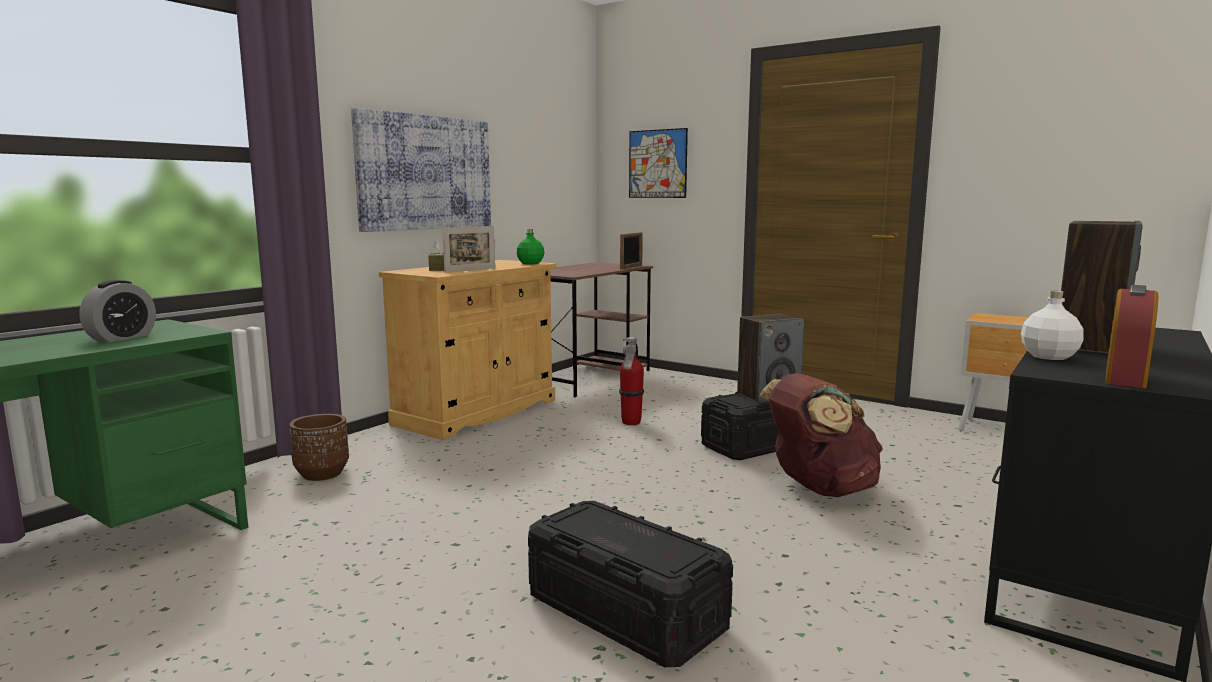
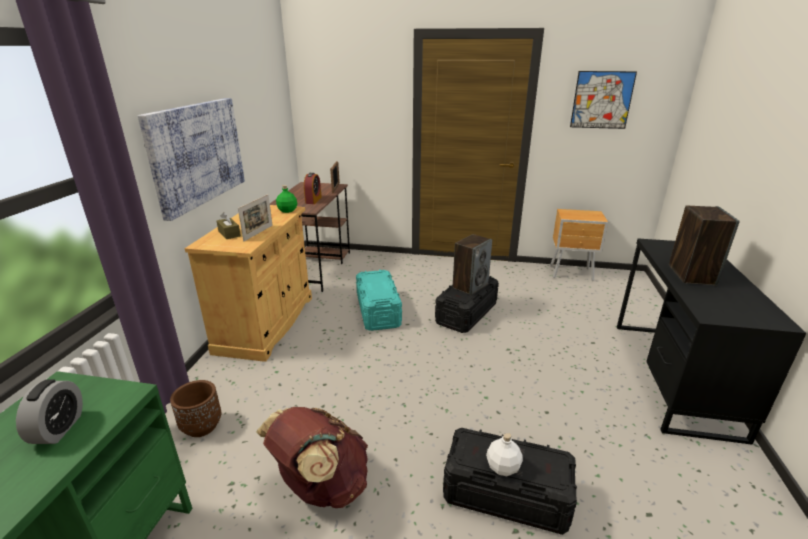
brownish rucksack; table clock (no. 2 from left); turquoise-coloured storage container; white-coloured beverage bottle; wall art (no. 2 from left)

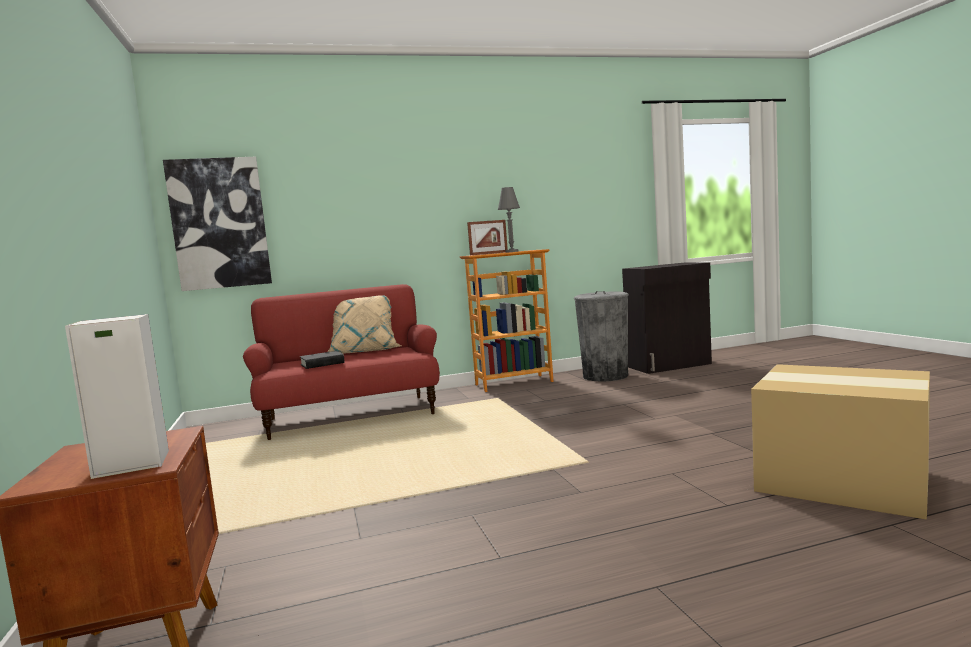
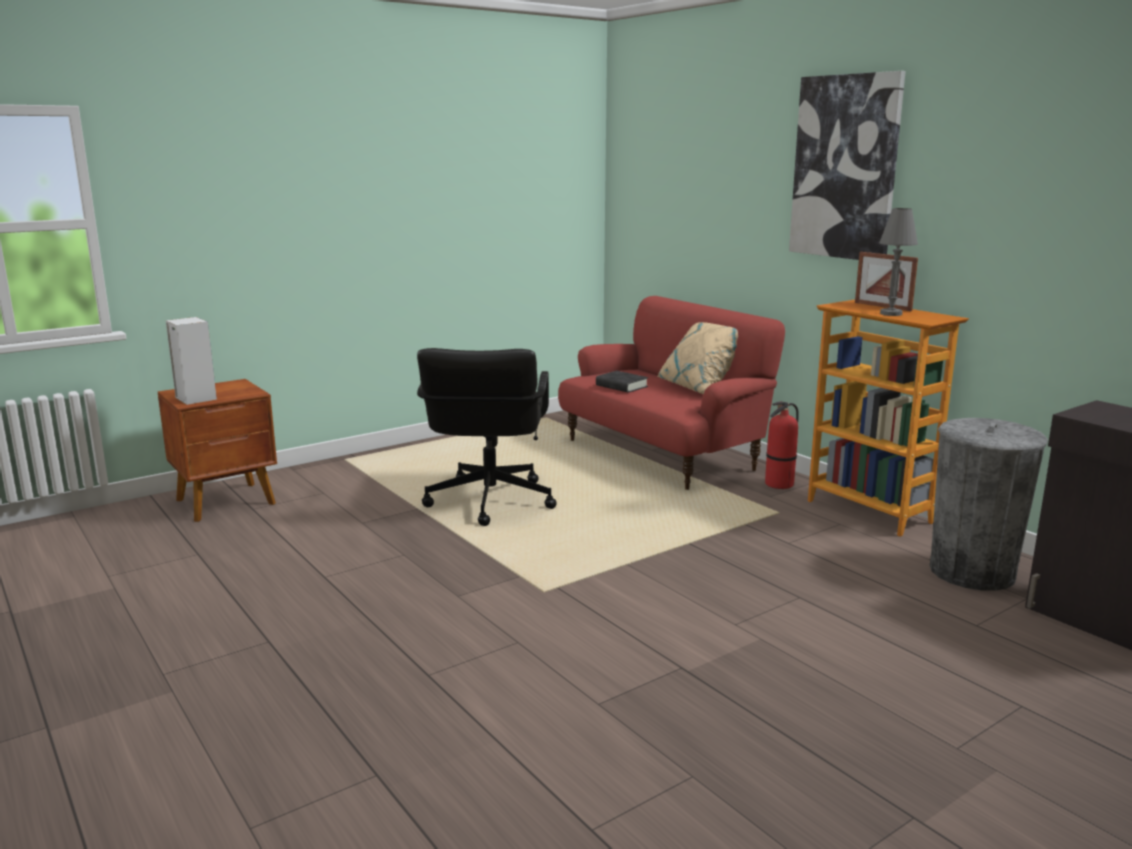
black computer chair; extinguisher; wall art; cardboard box

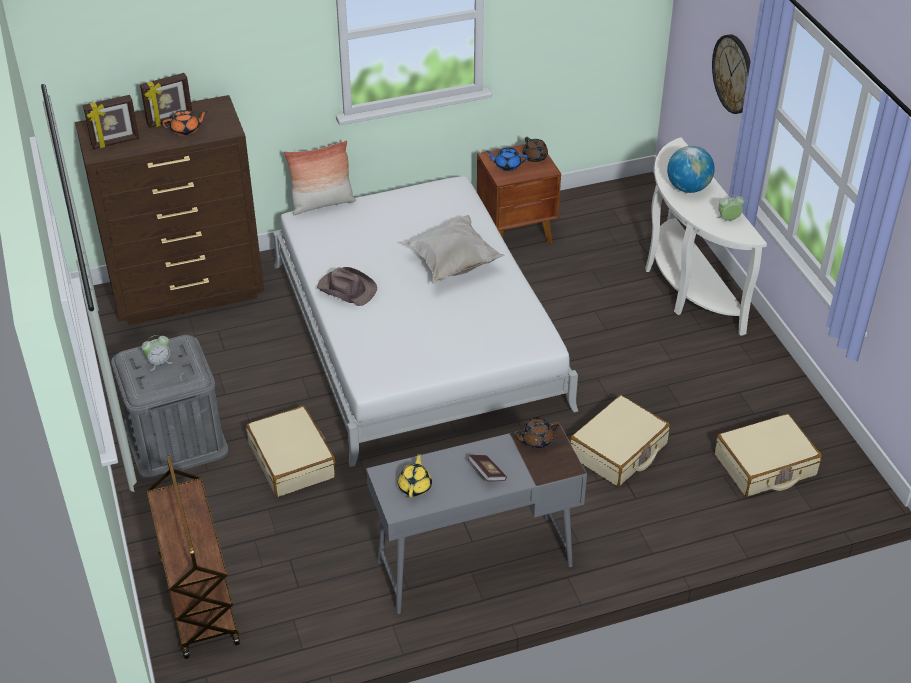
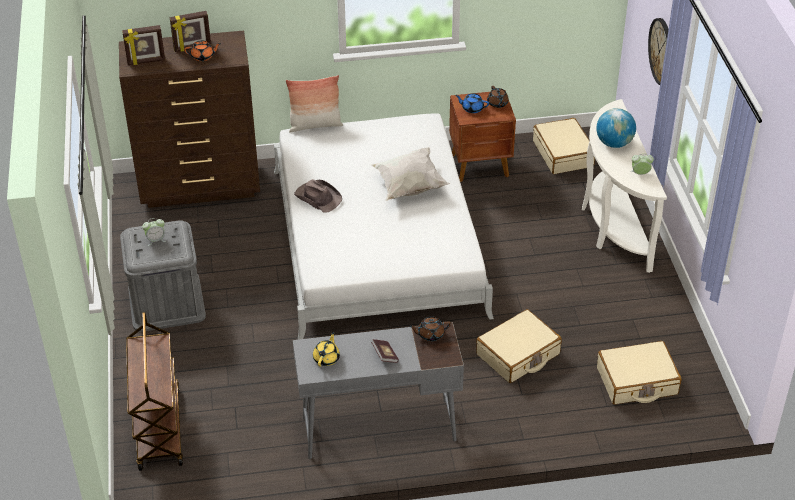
beige-coloured piece of luggage (no. 2 from left)

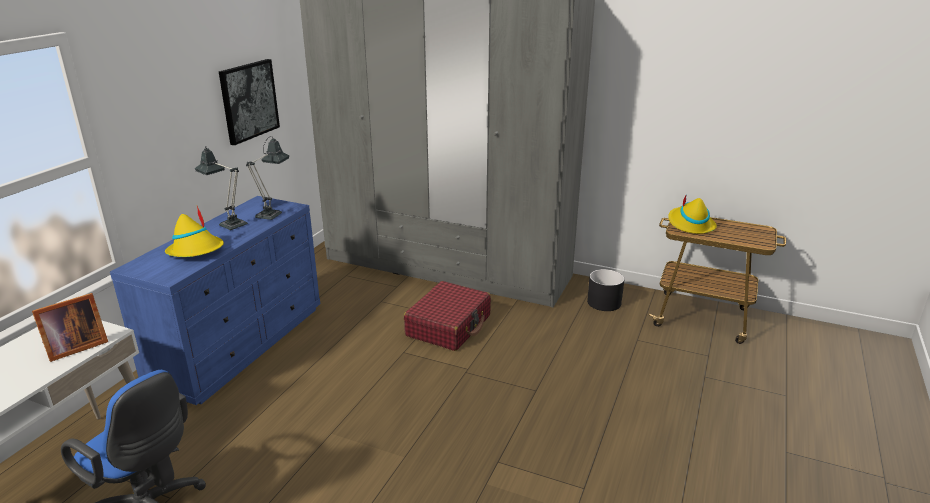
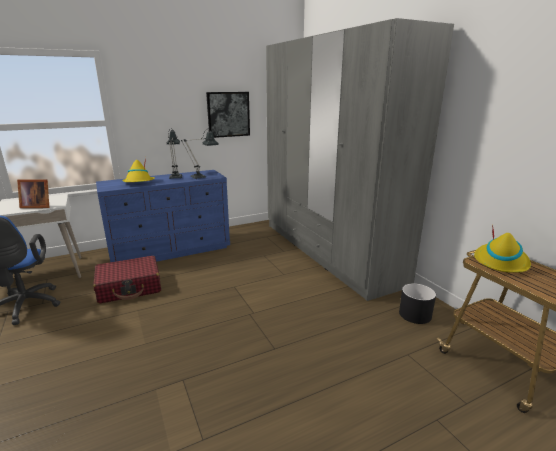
red piece of luggage

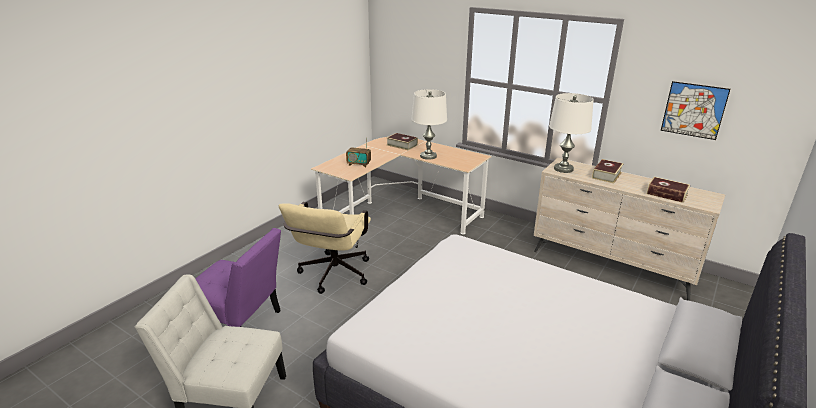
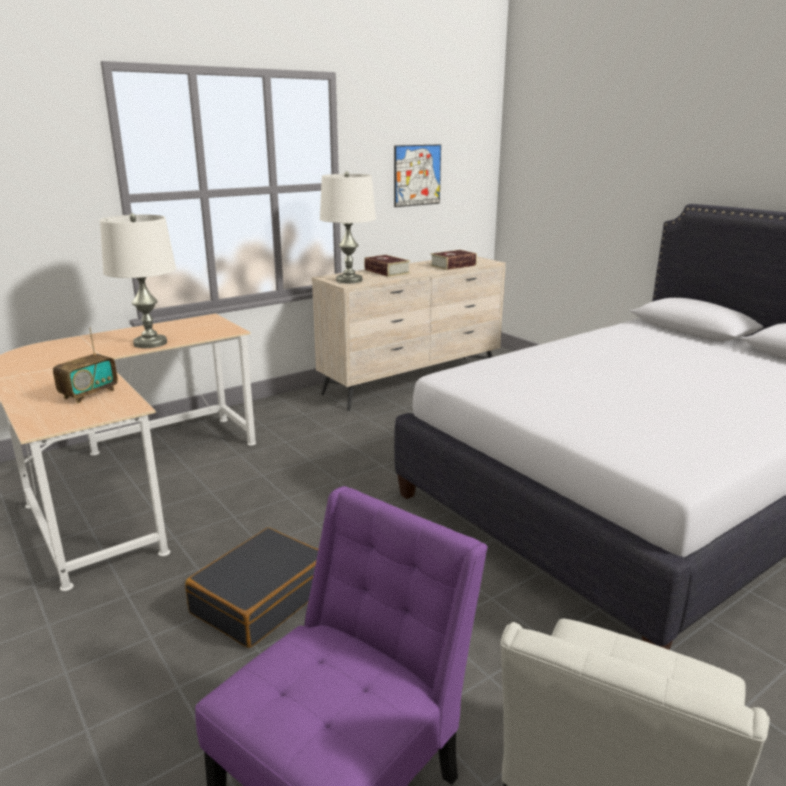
black piece of luggage; book (no. 1 from left in the first image)

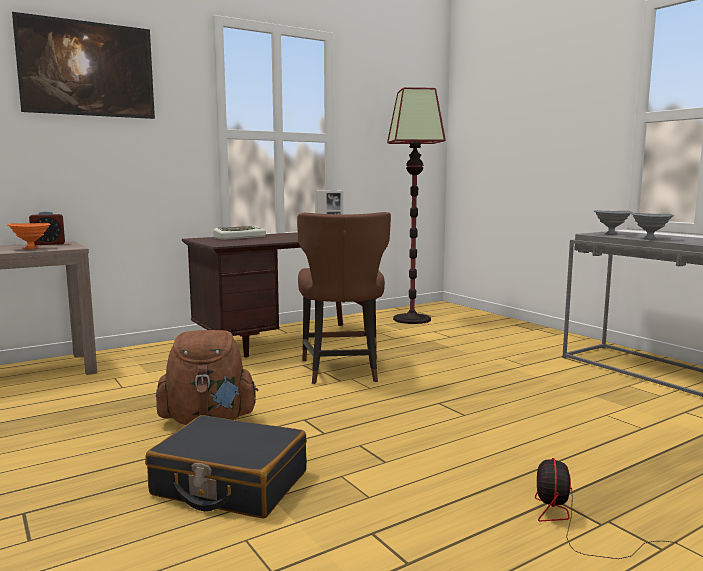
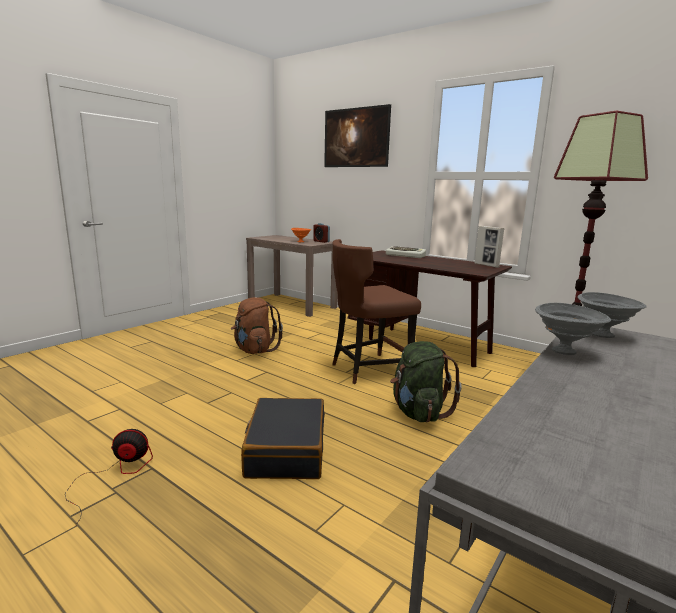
black piece of luggage; green rucksack

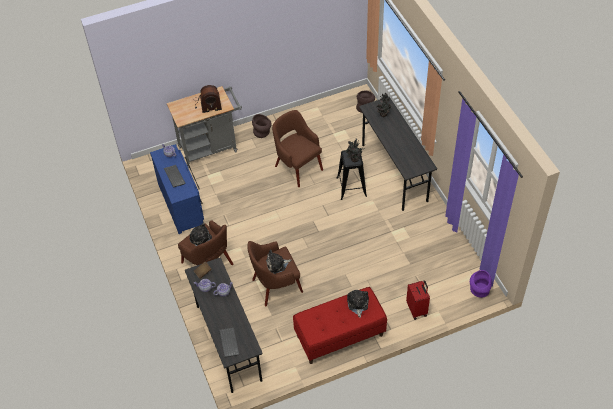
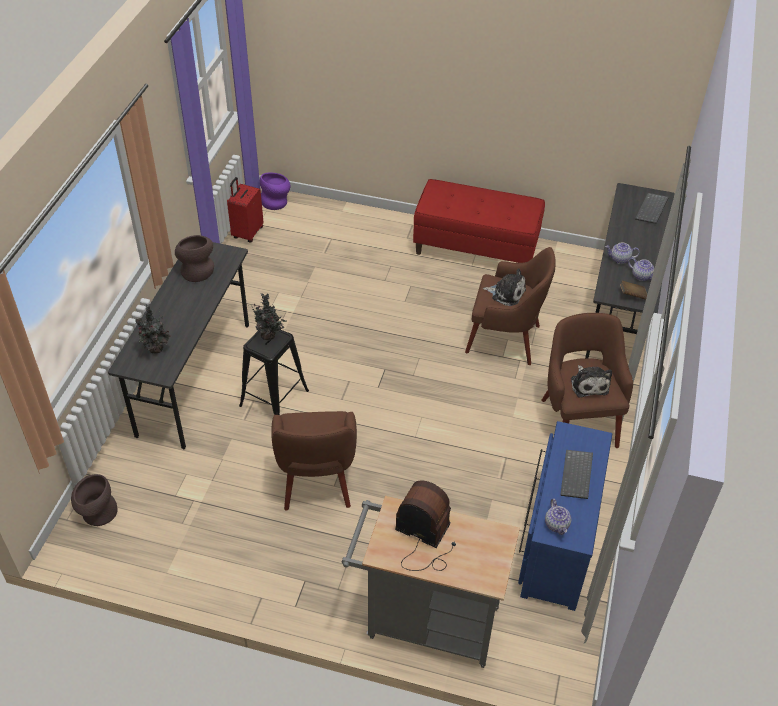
brownish vase (no. 2 from left); red piece of luggage; soft toy (no. 3 from left in the first image)

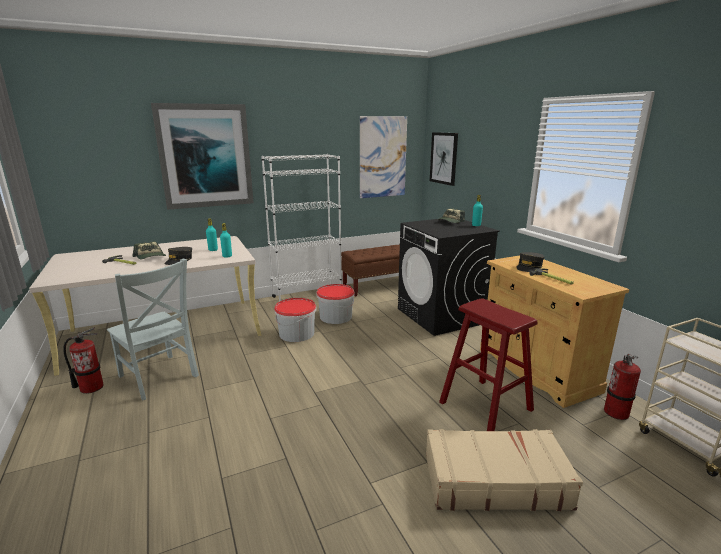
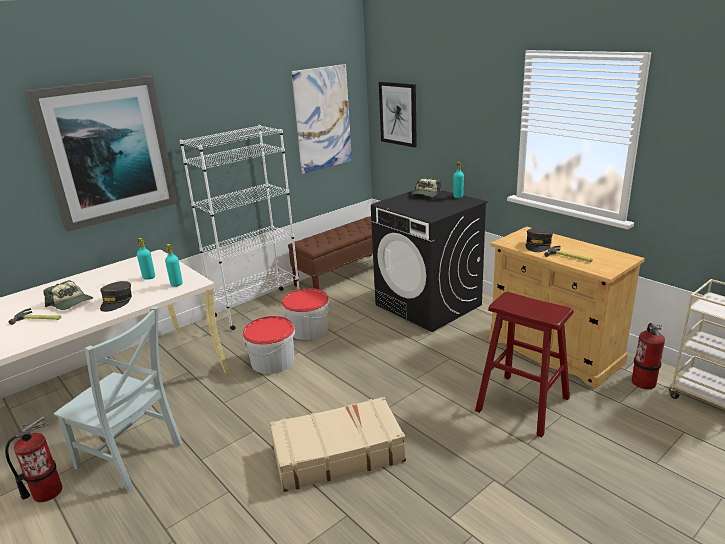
beige-coloured piece of luggage

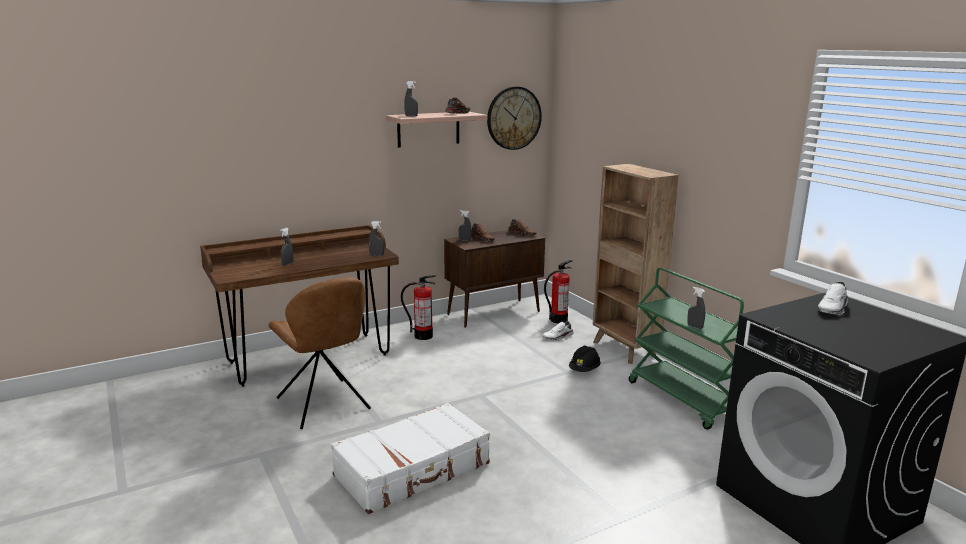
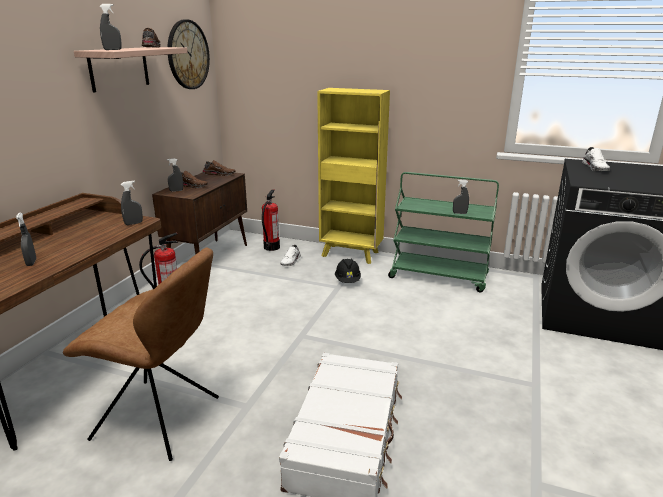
yellow bookshelf

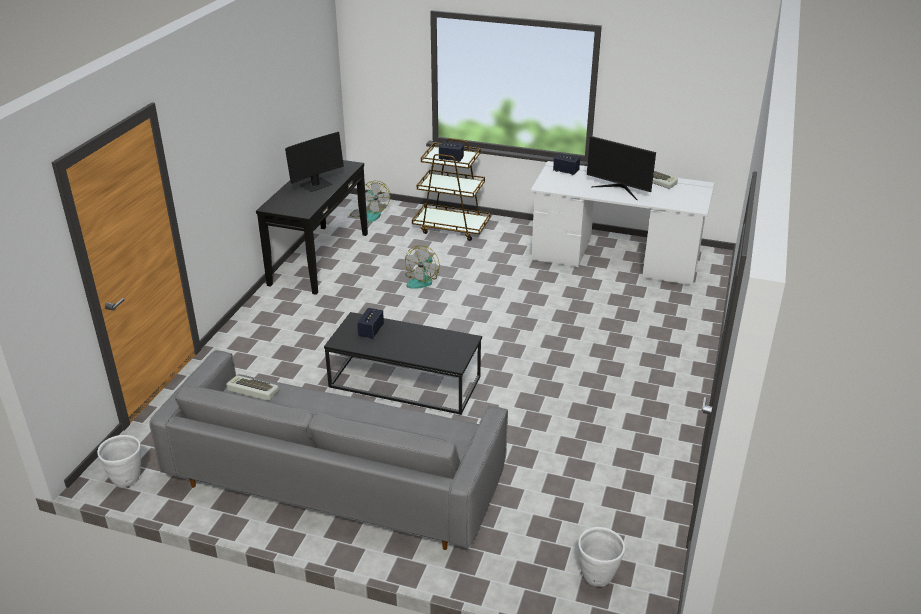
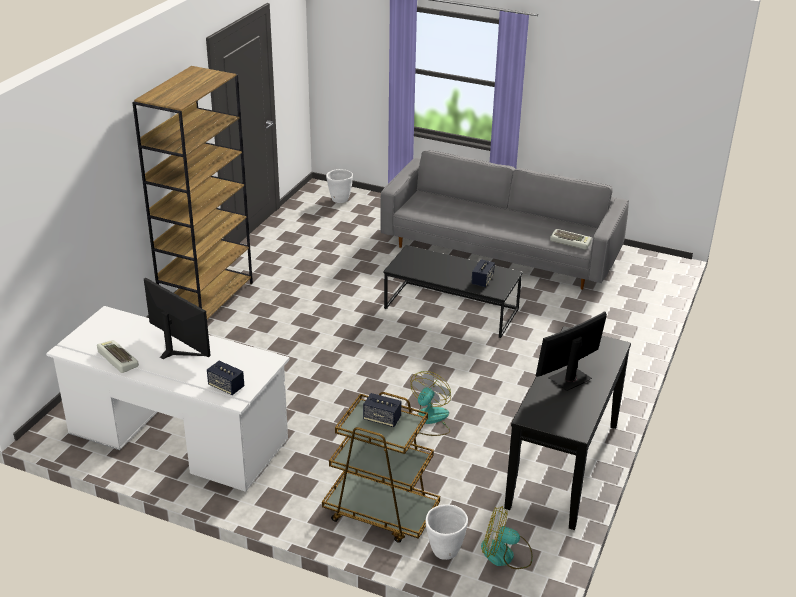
brownish bookshelf; white-coloured plant pot (no. 2 from left); electric fan (no. 2 from left)

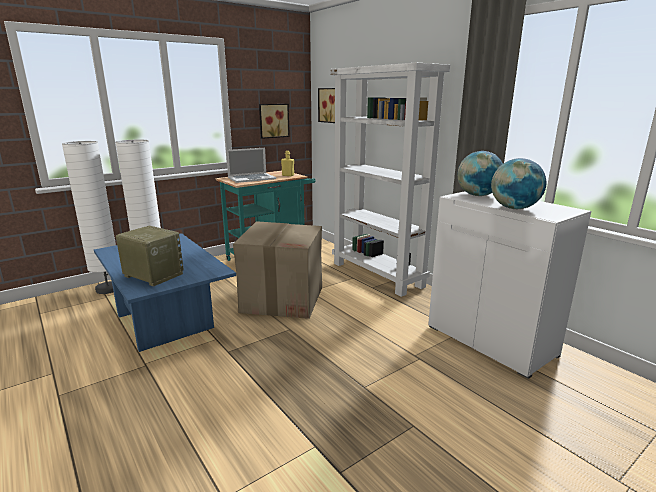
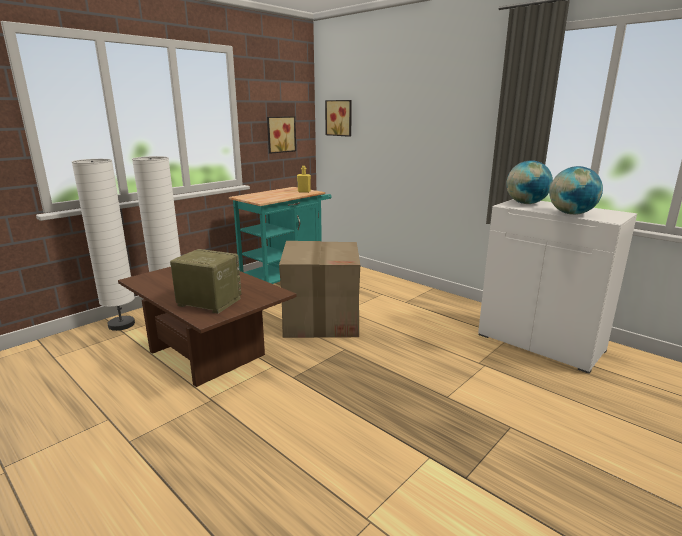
brownish coffee table; laptop; white-coloured bookshelf

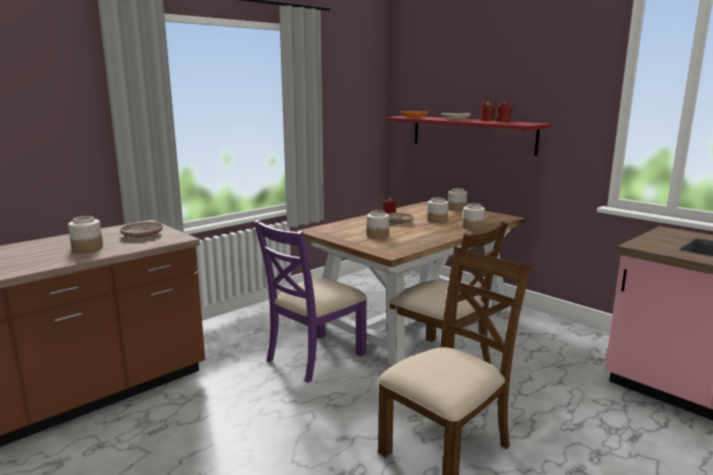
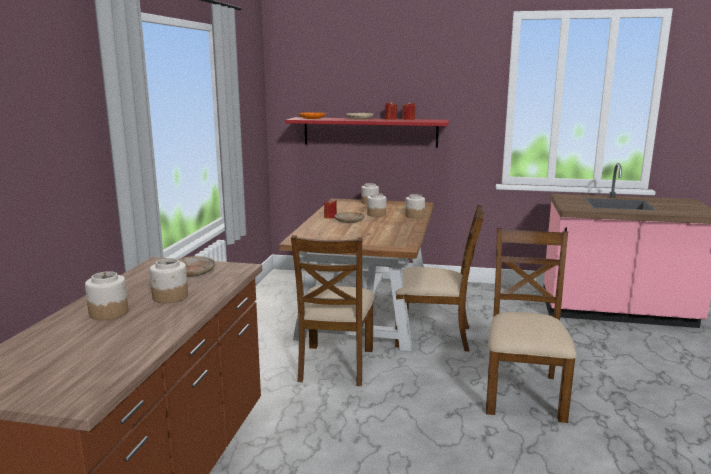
storage jar (no. 1 from left); brownish chair (no. 1 from left)

